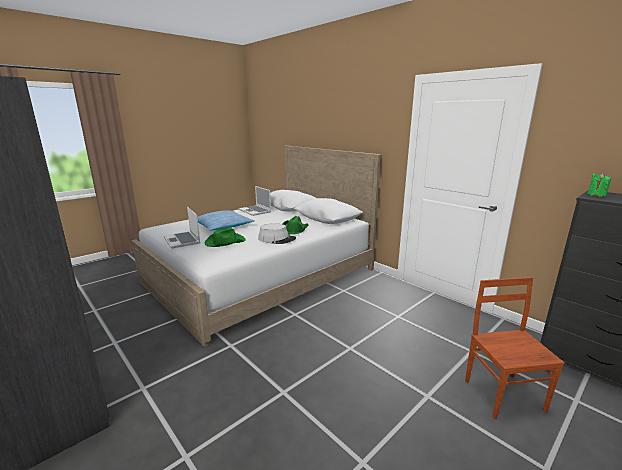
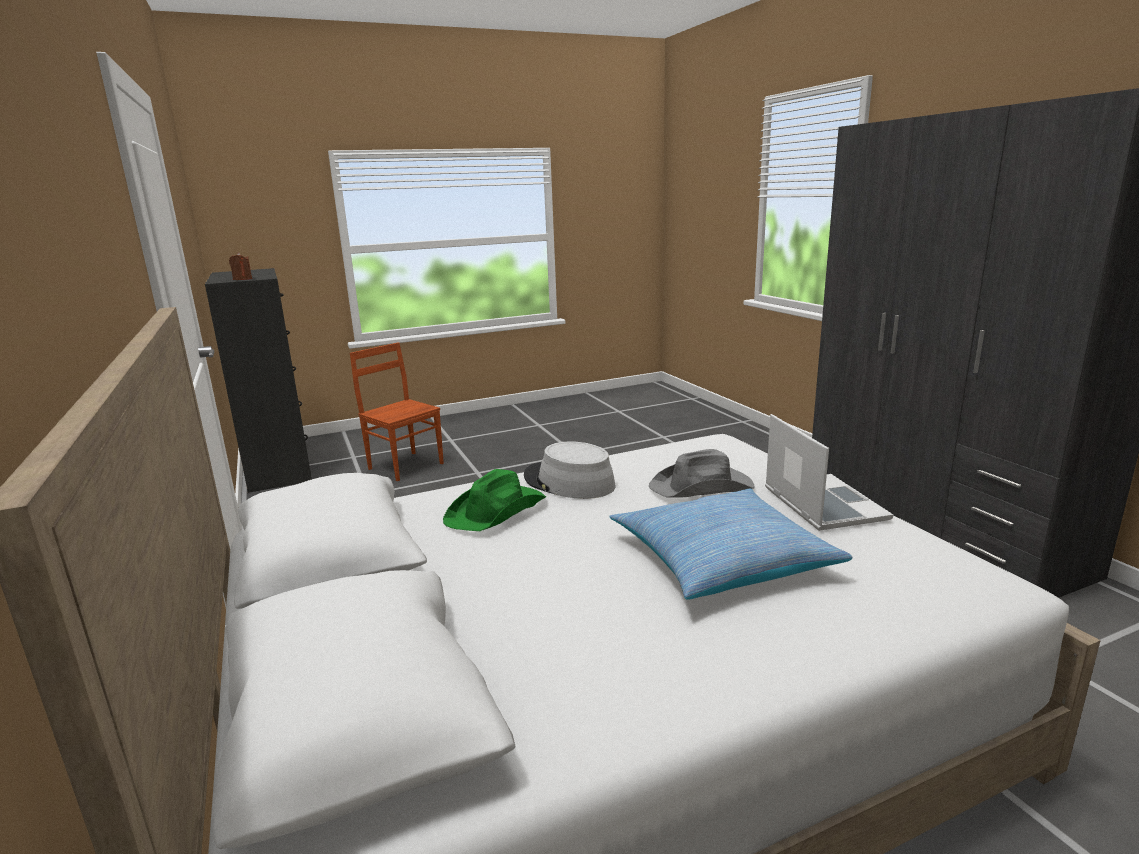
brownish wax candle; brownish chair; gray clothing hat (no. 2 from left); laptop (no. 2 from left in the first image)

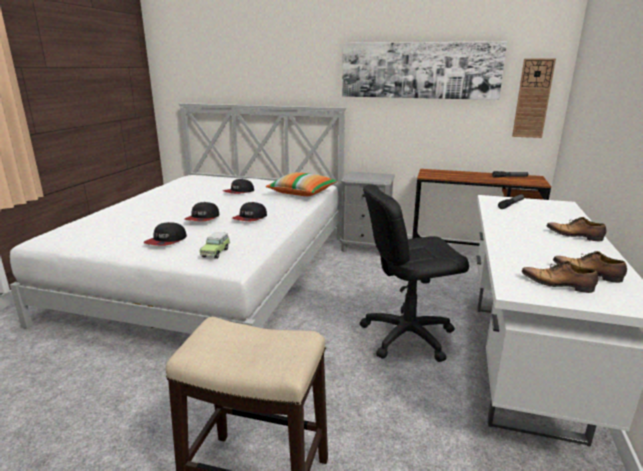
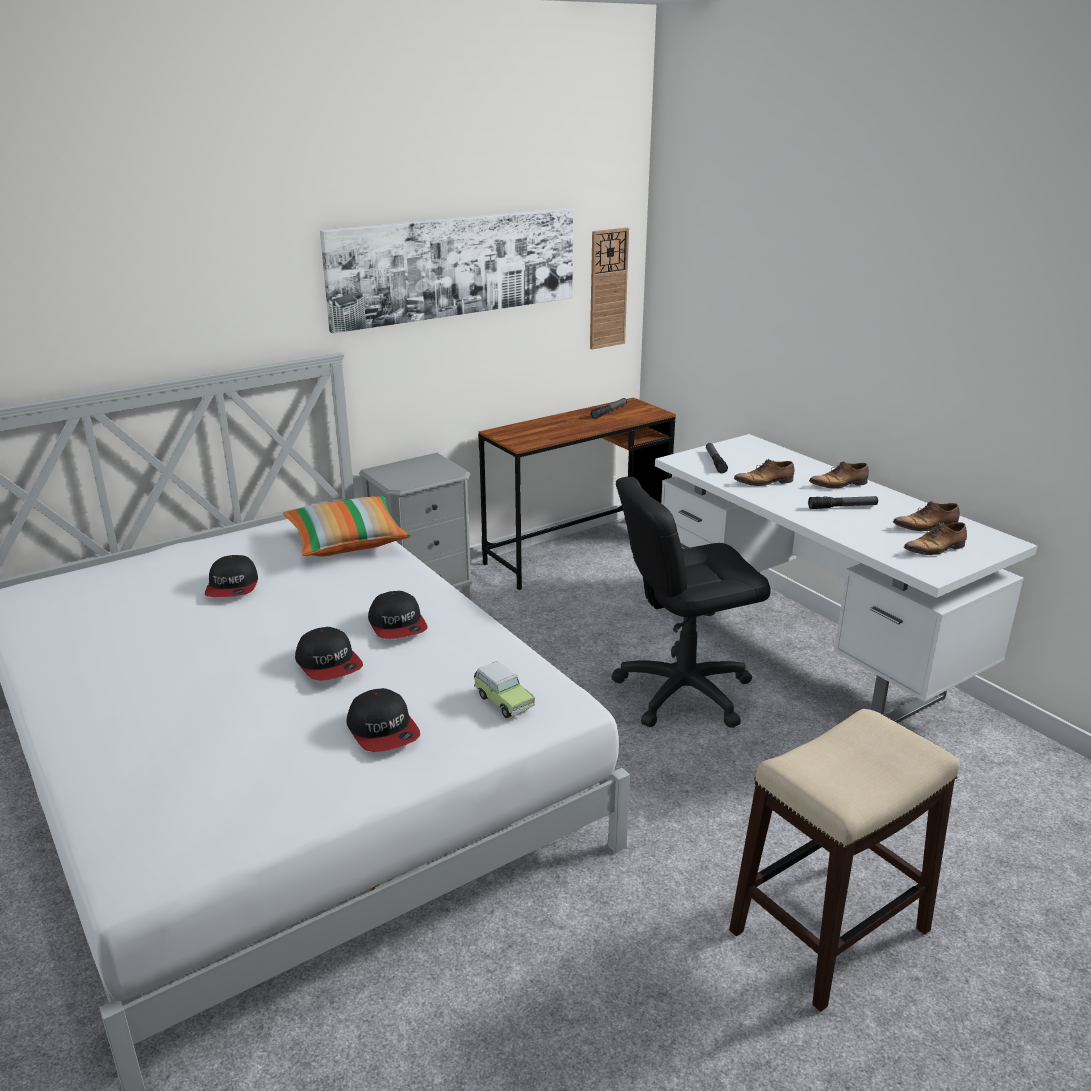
black computer chair; shoe (no. 1 from left); flashlight (no. 3 from left)

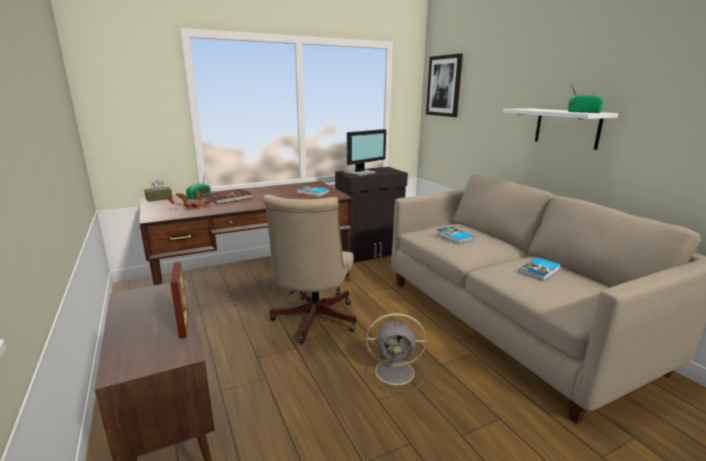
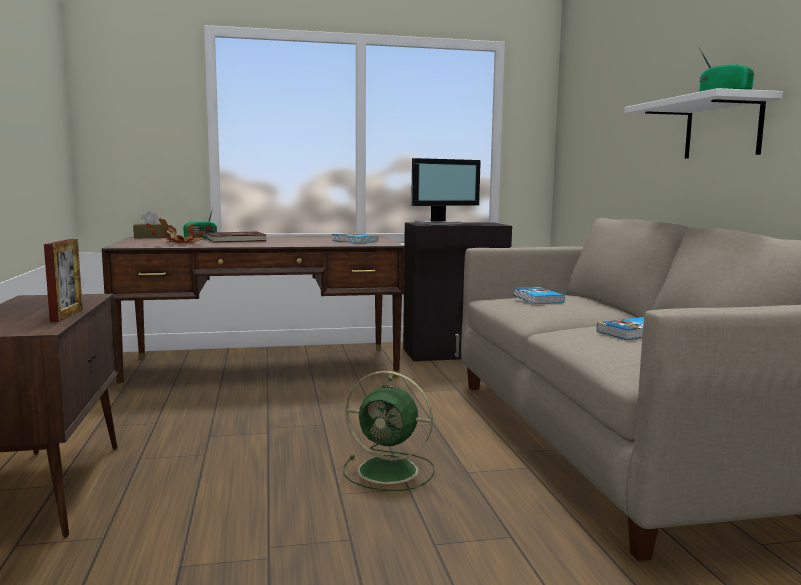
green electric fan; beige-coloured computer chair; wall art

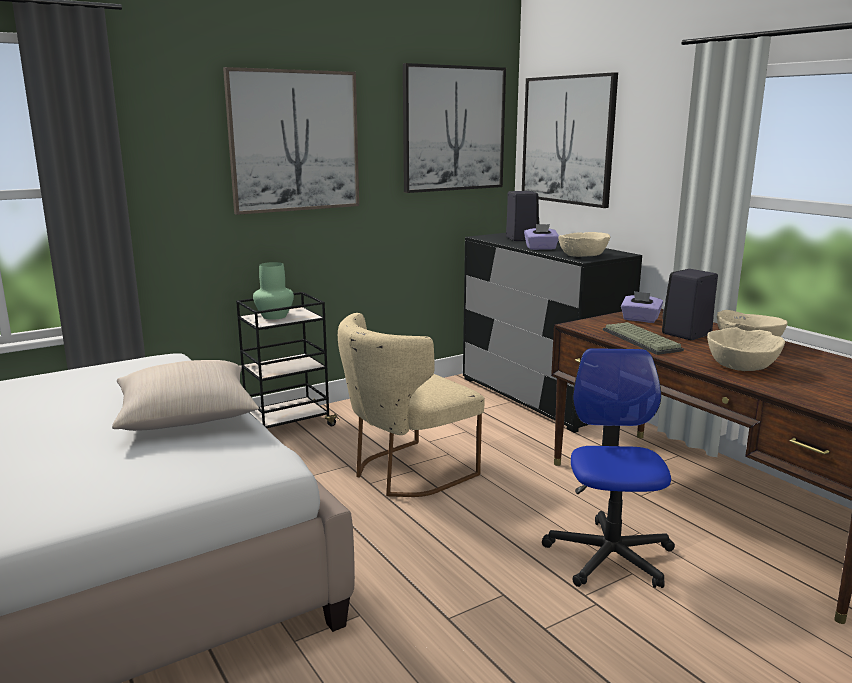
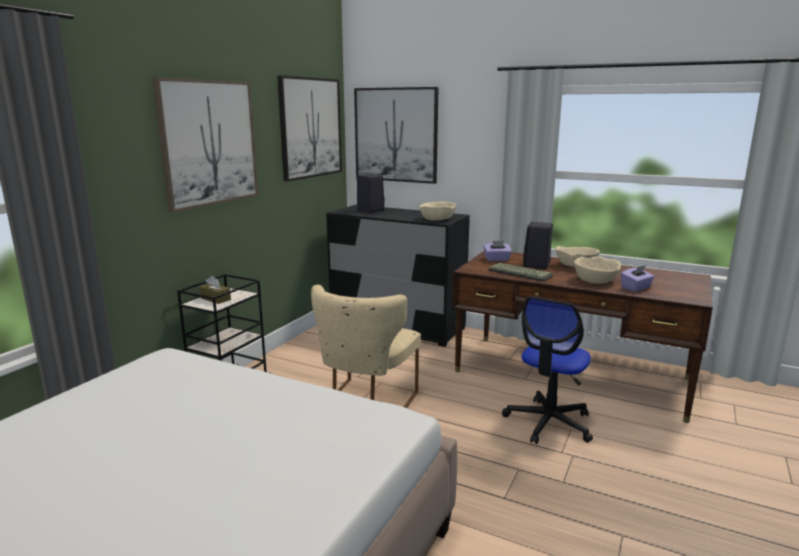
brownish tissue box; computer chair; purplish tissue box (no. 2 from left); beige-coloured pillow

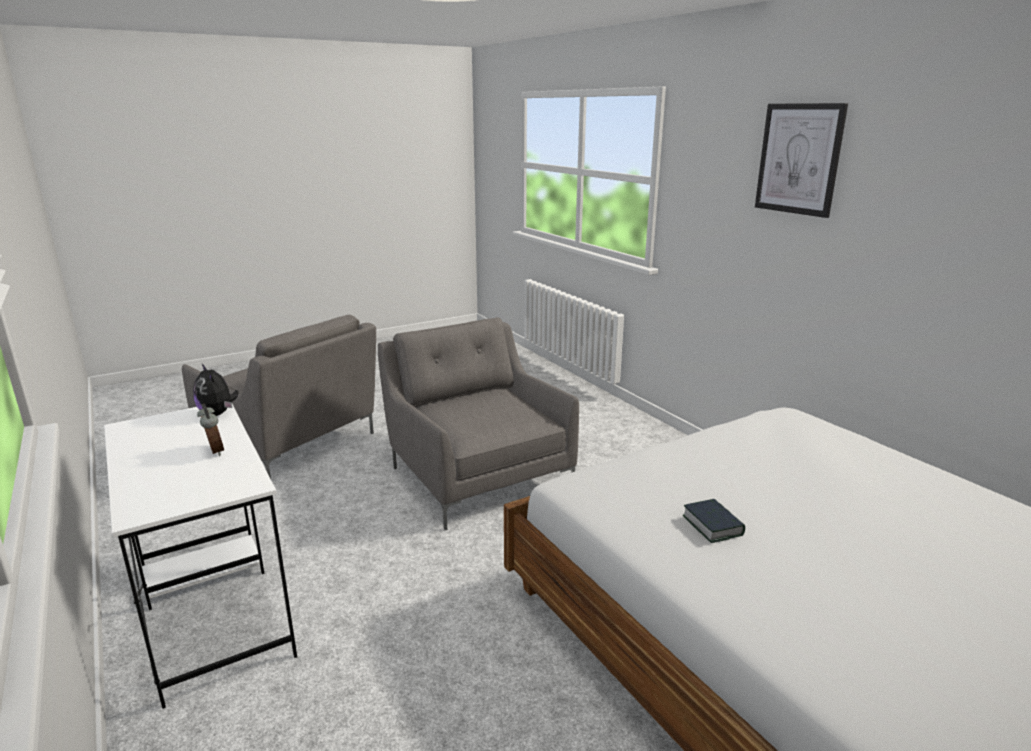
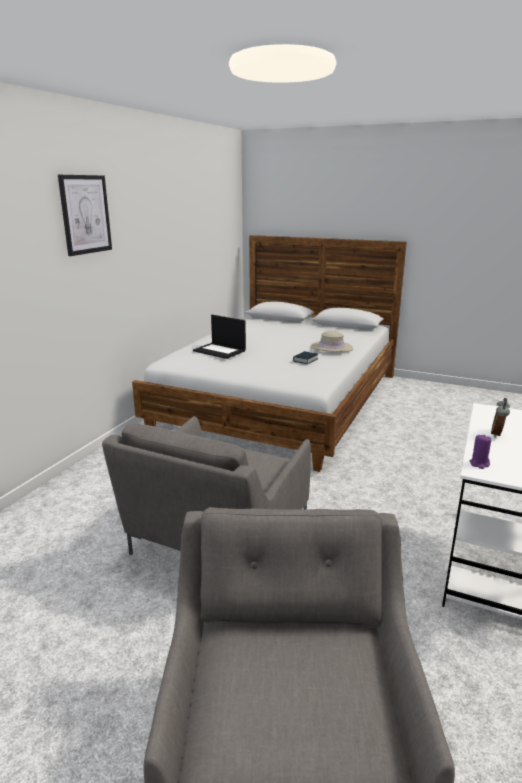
laptop; beige-coloured clothing hat; purplish wax candle

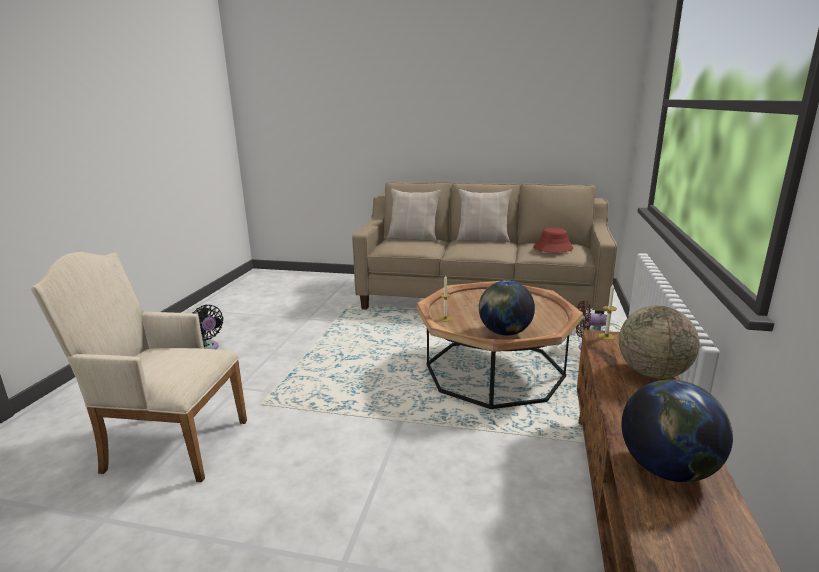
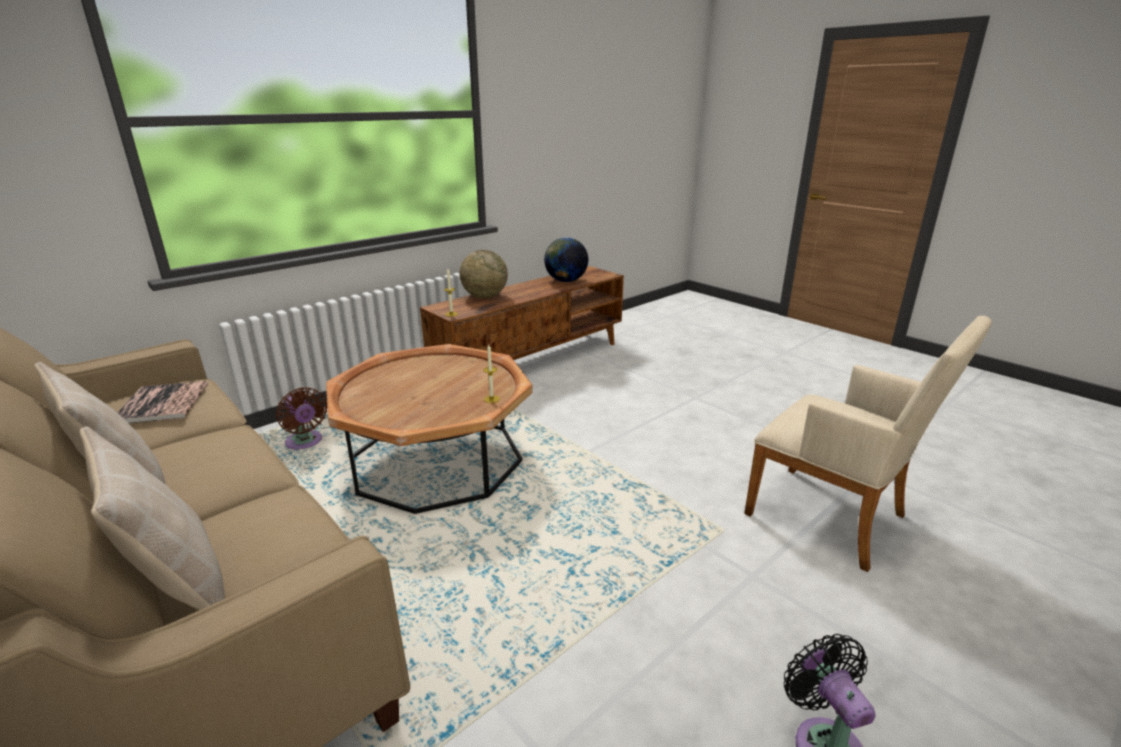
book; desk globe (no. 1 from left in the first image)

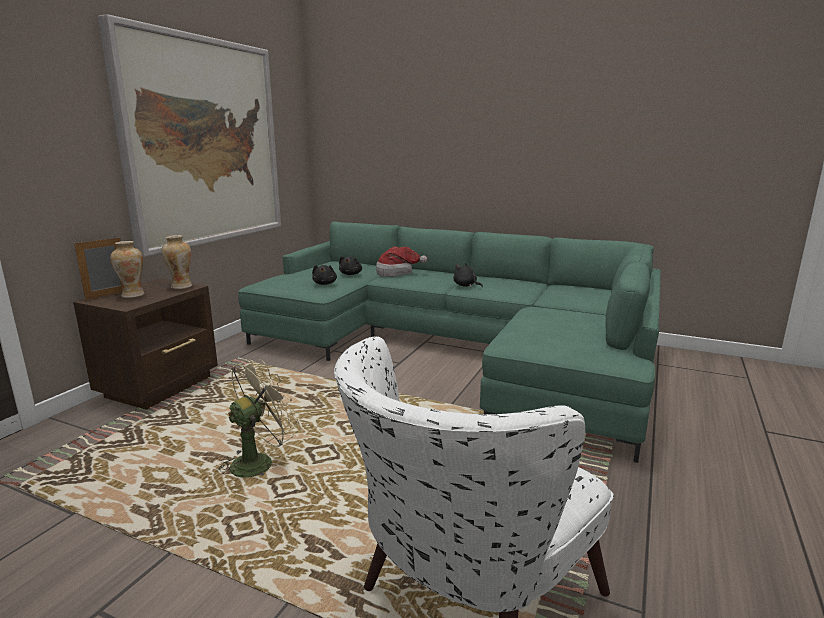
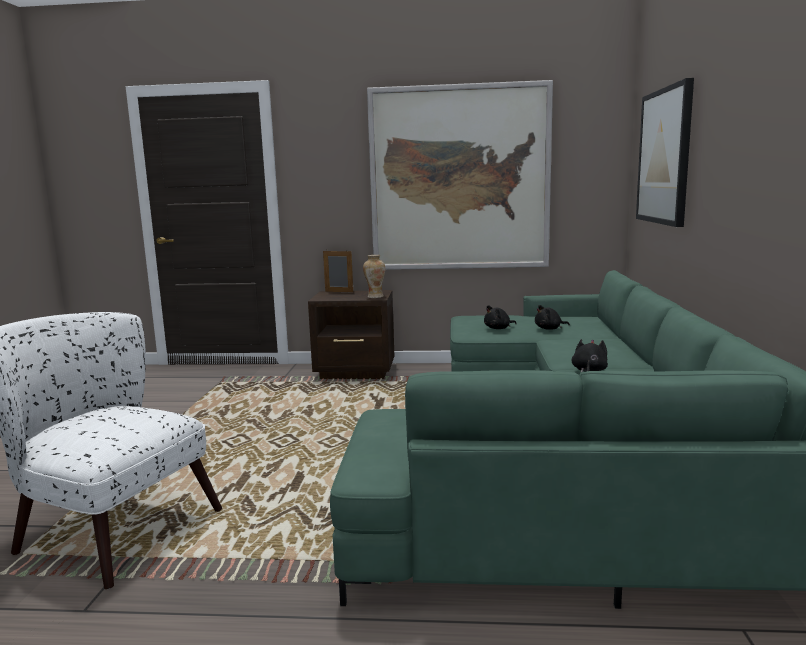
wall art (no. 2 from left); vase (no. 1 from left in the first image); beige-coloured electric fan; clothing hat

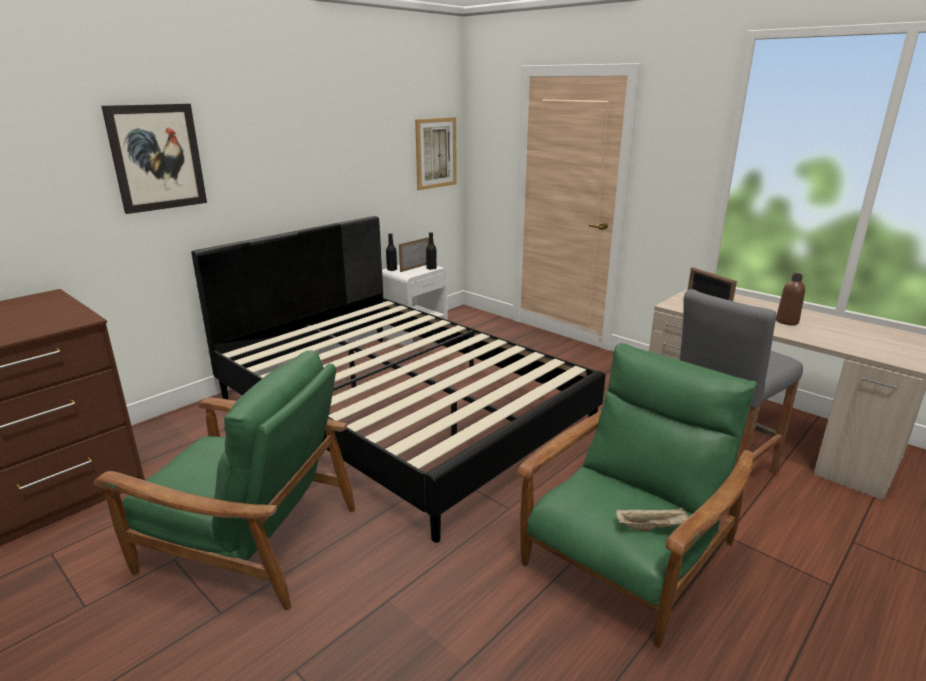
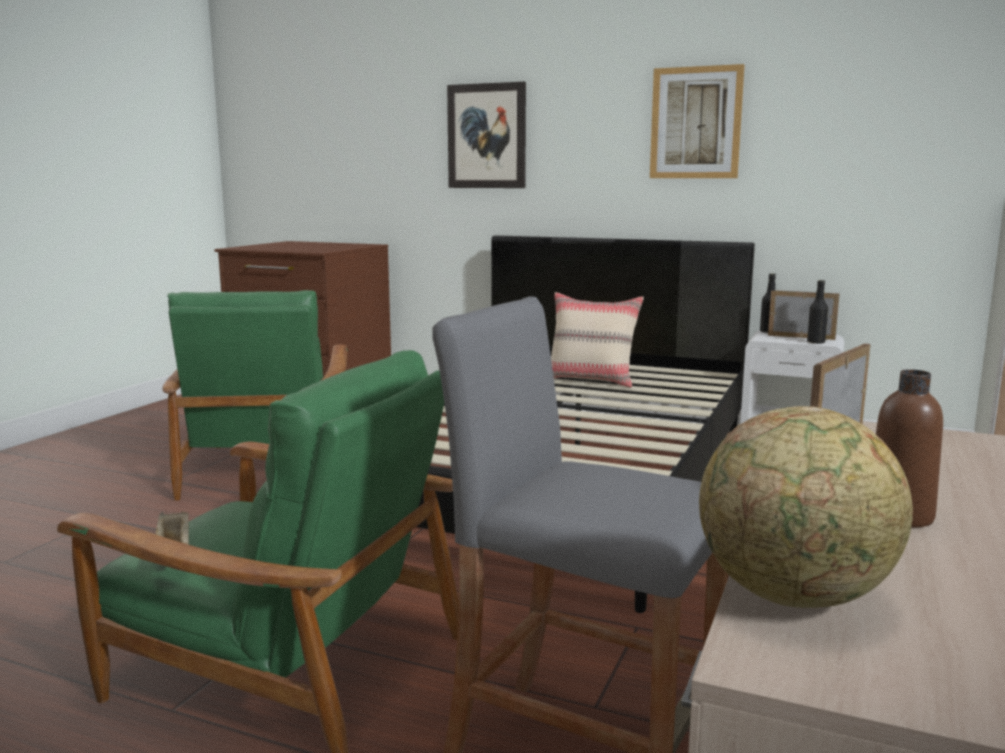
beige-coloured pillow; wall art (no. 2 from left); desk globe

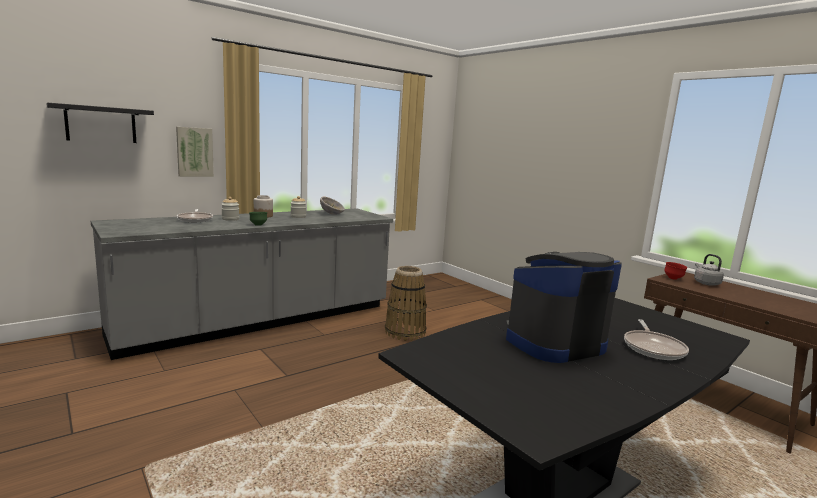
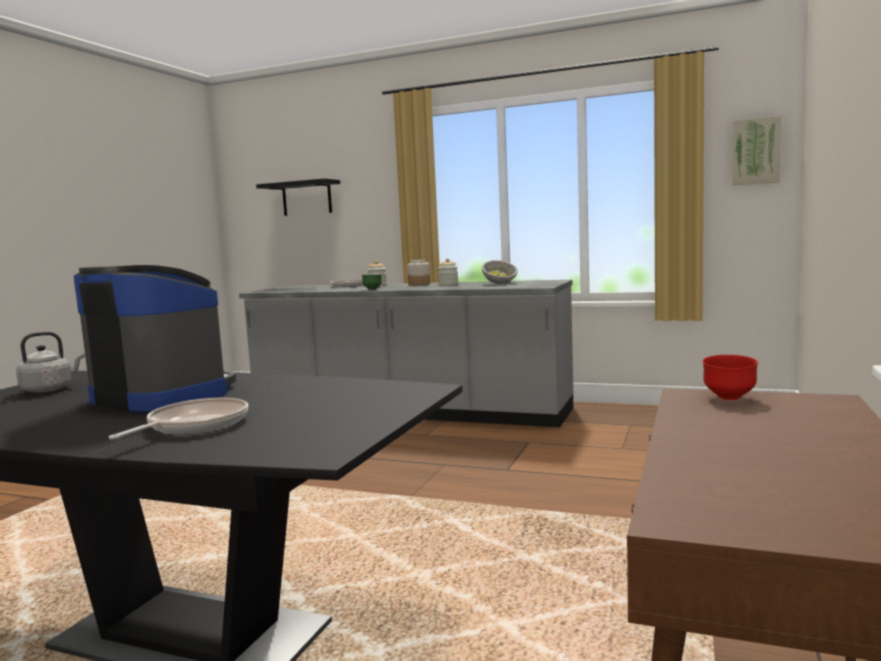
gray water kettle; skillet (no. 1 from left); wall art; household basket

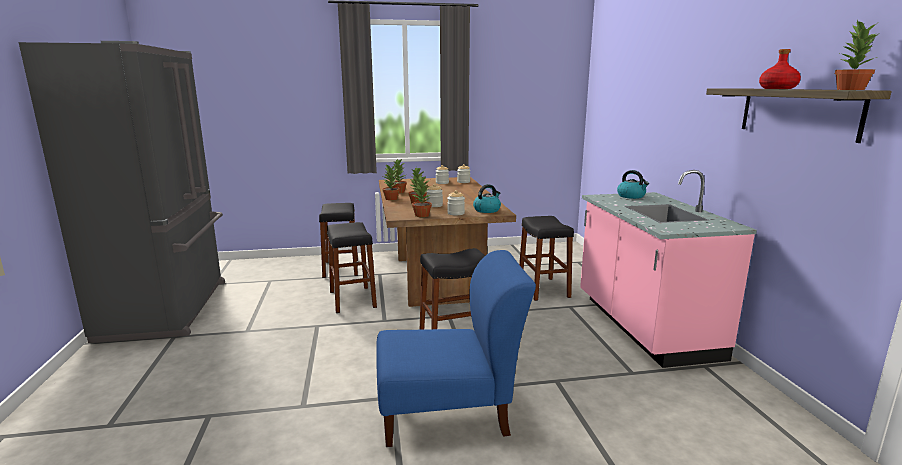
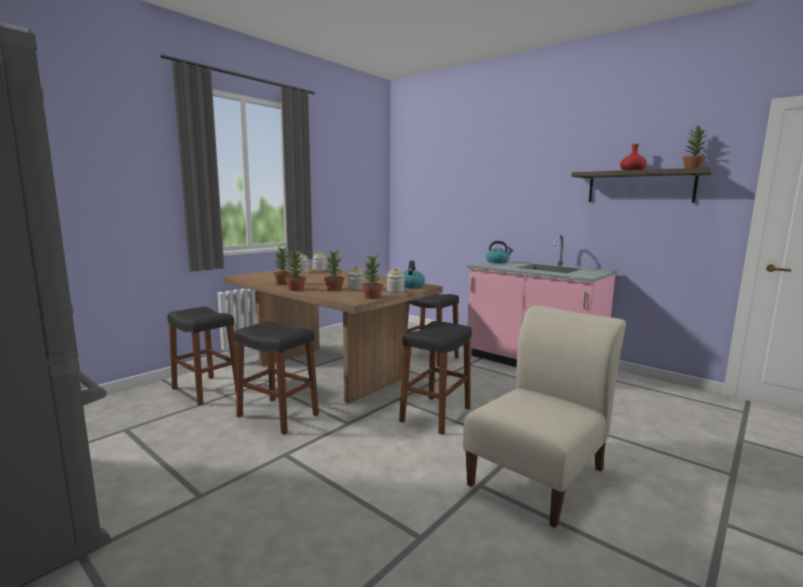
beige-coloured chair

